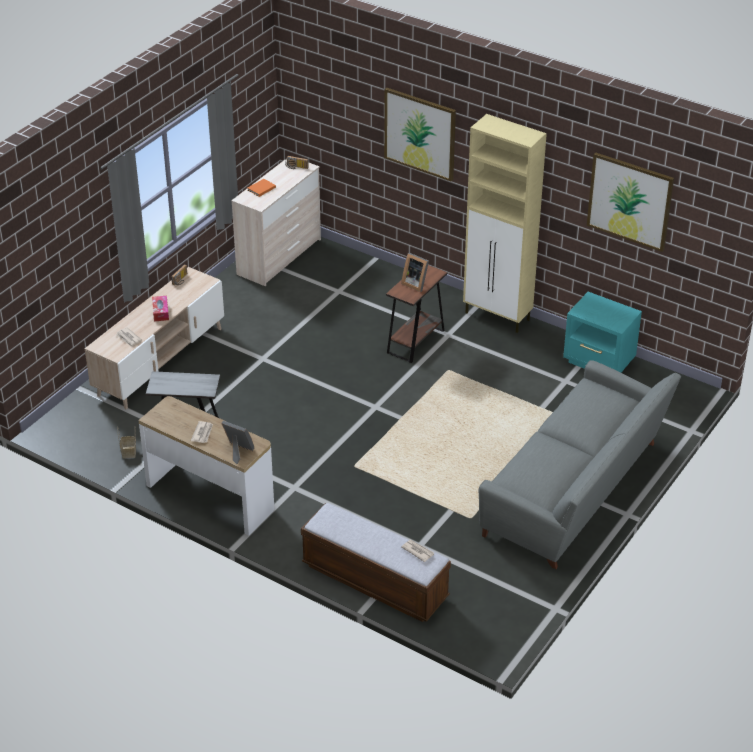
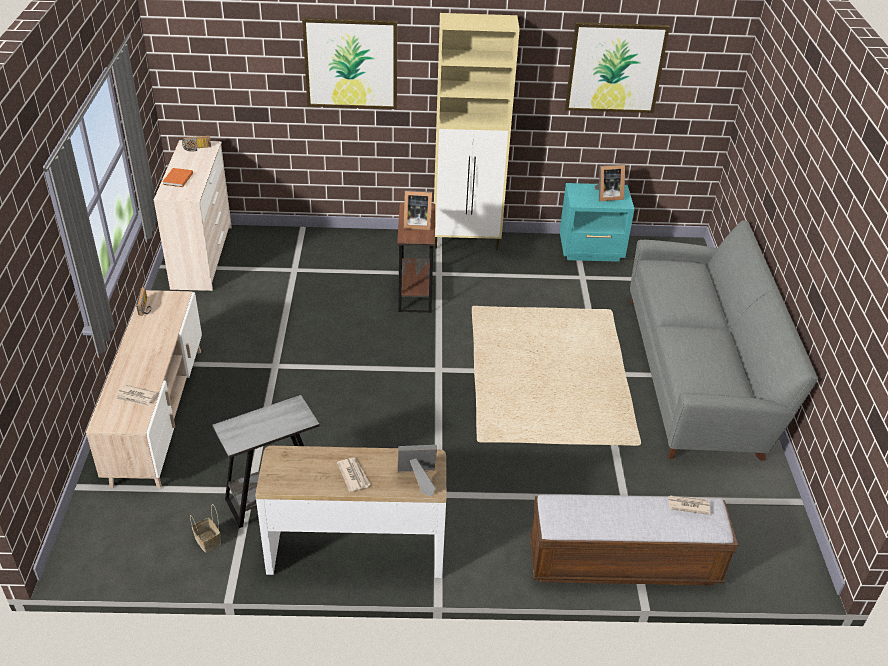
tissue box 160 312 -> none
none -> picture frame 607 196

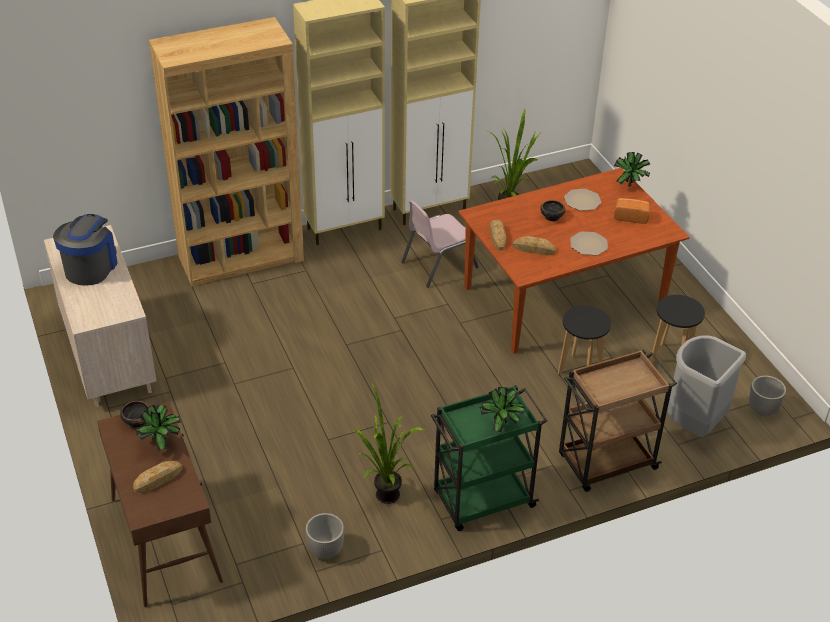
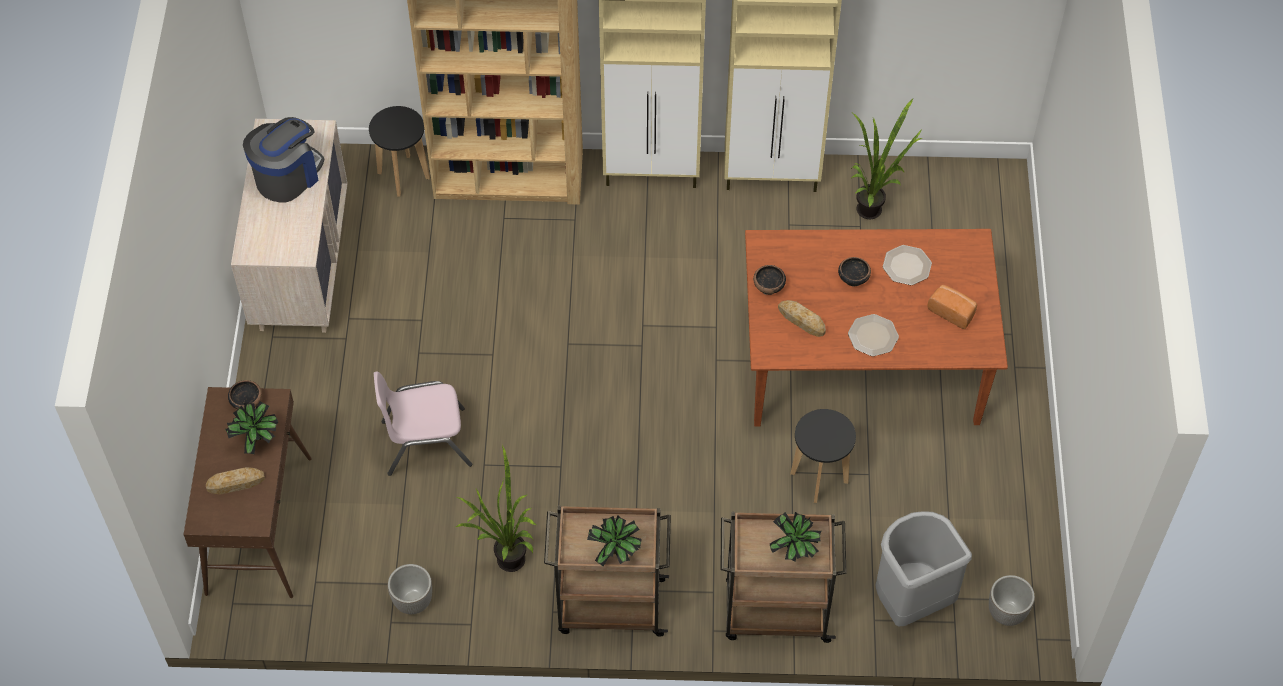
pink chair 438 264 -> pink chair 425 442, relocated
green cart 482 500 -> brown cart 609 606
bread 497 237 -> bowl 769 286
potted plant 630 187 -> potted plant 794 553, relocated
black stool 670 359 -> black stool 403 176, relocated

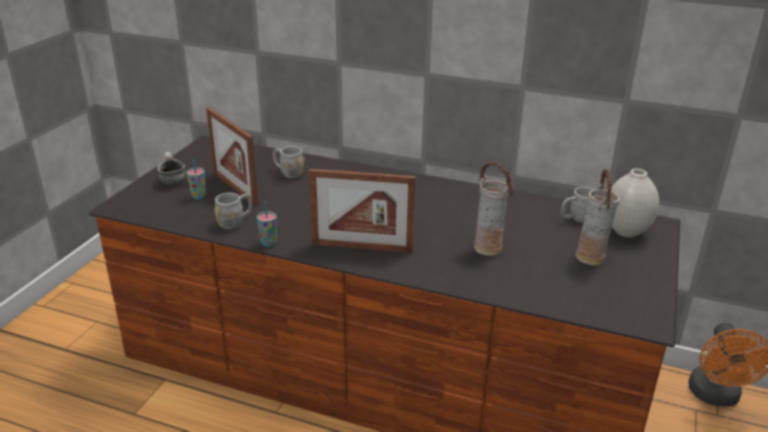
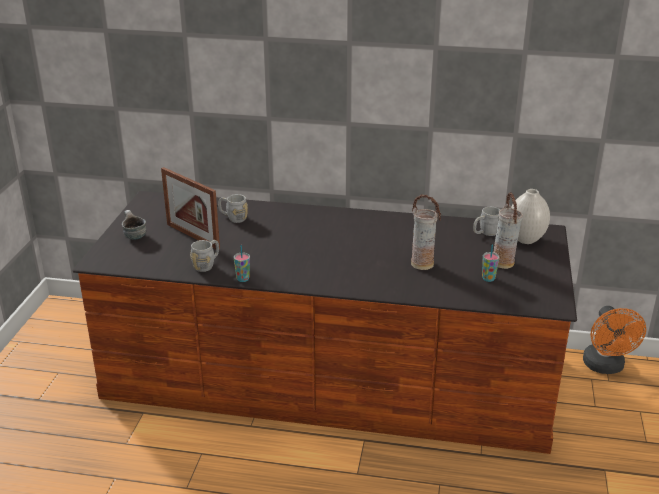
cup 198 196 -> cup 488 279, relocated
picture frame 362 247 -> none

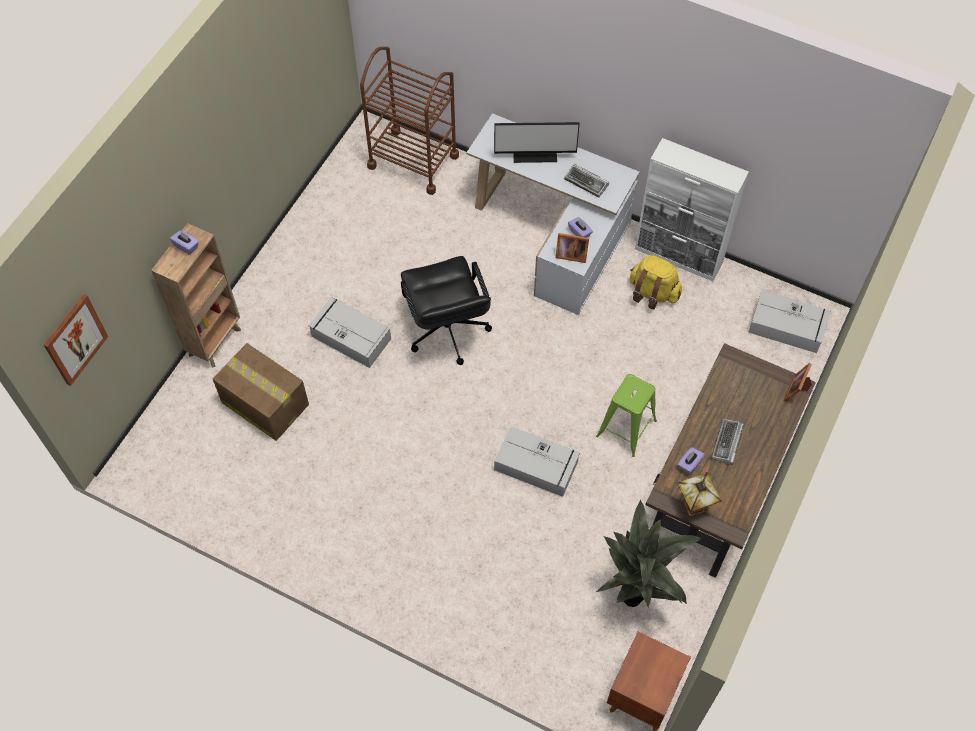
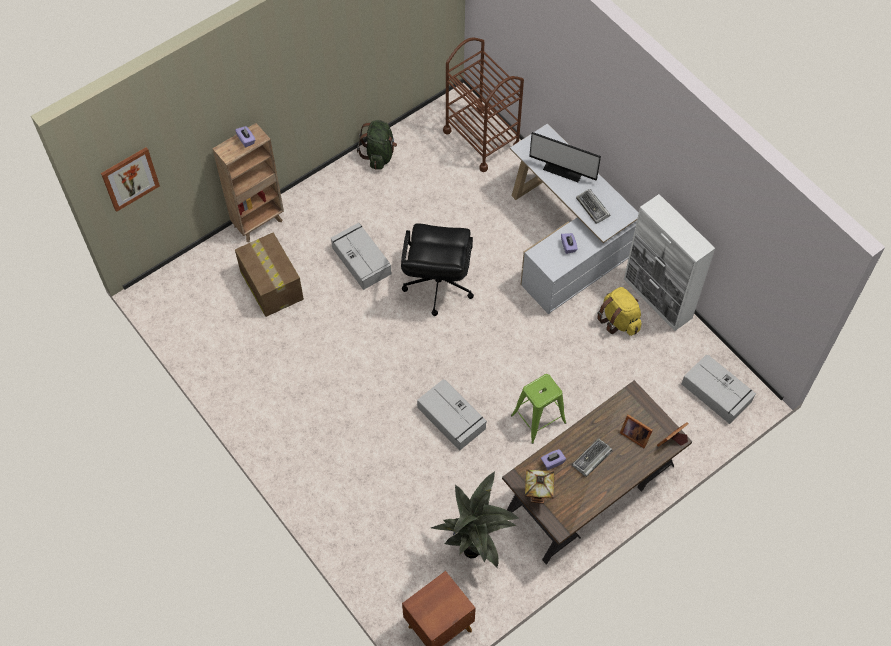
picture frame 570 254 -> picture frame 634 434, relocated
none -> green backpack 379 155

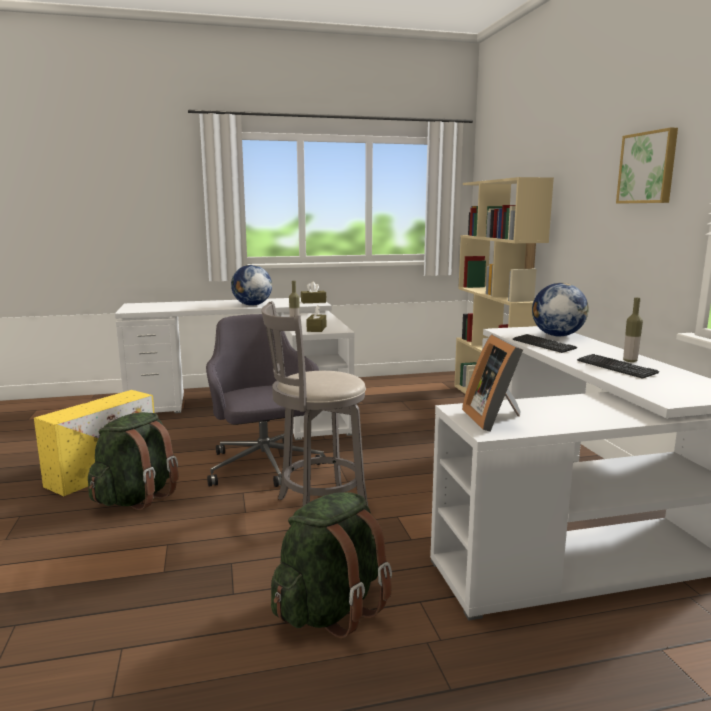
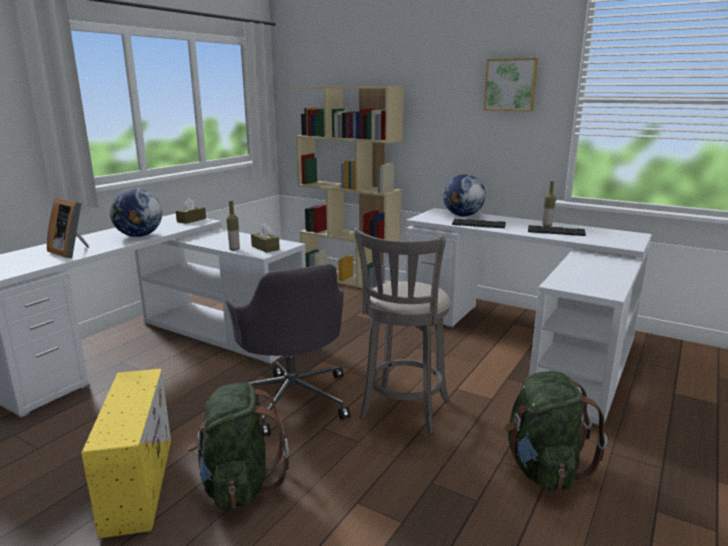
grey office chair 264 466 -> grey office chair 292 399, 135 degrees counterclockwise
picture frame 494 419 -> picture frame 72 252, relocated

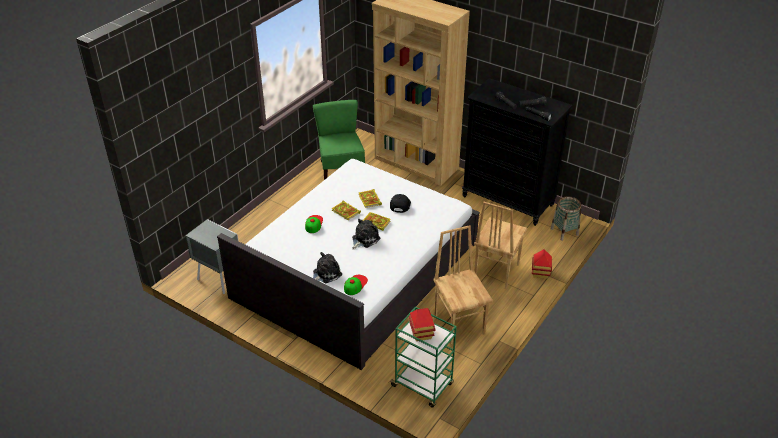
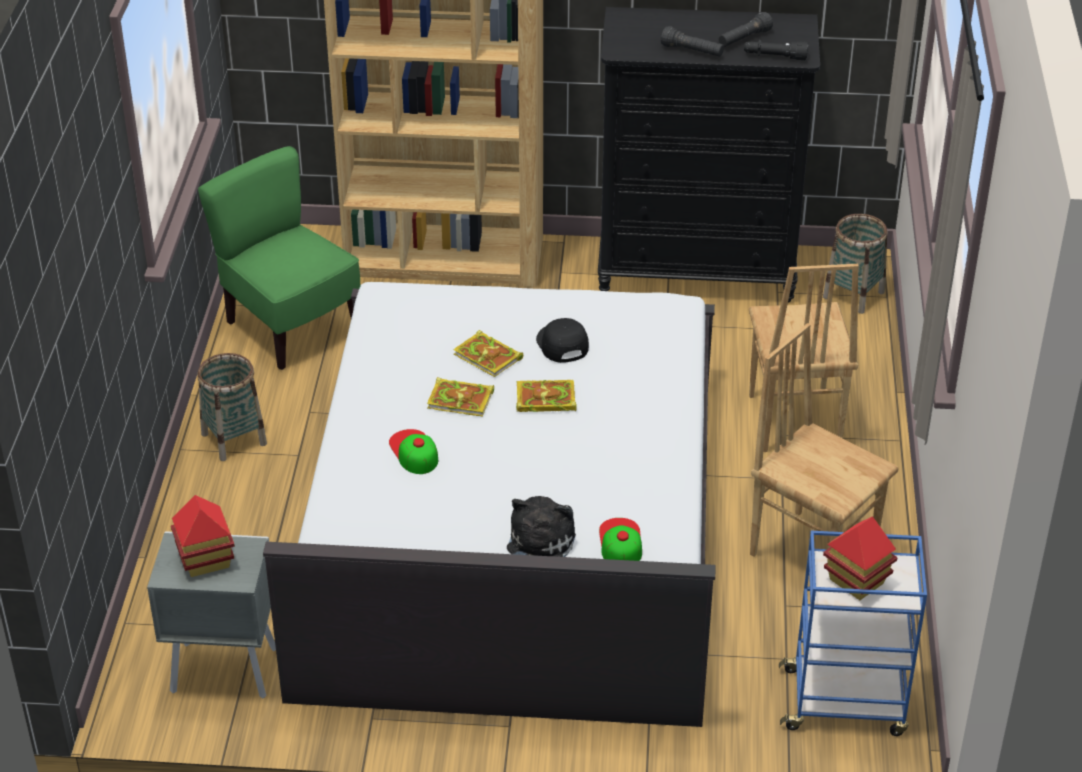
plush toy 364 239 -> none
green cart 423 385 -> blue cart 846 702
toy house 540 273 -> toy house 206 561, relocated
none -> basket 233 439

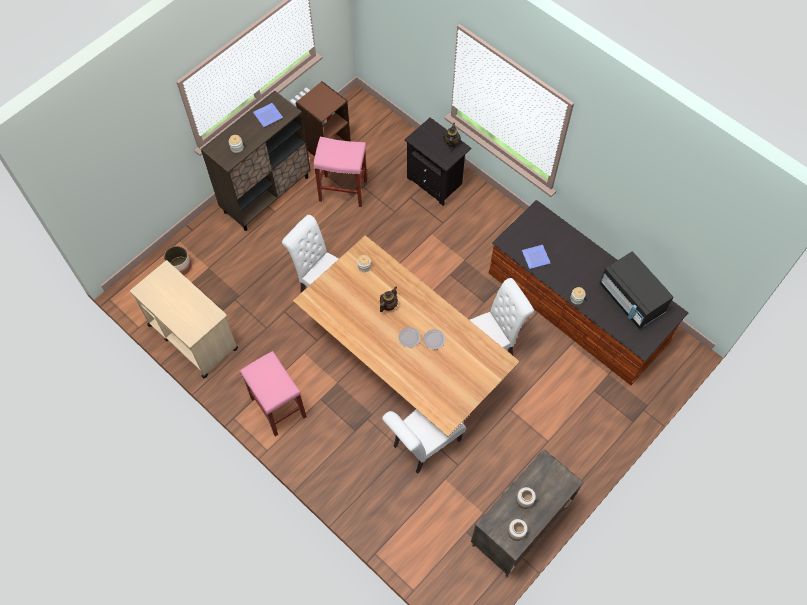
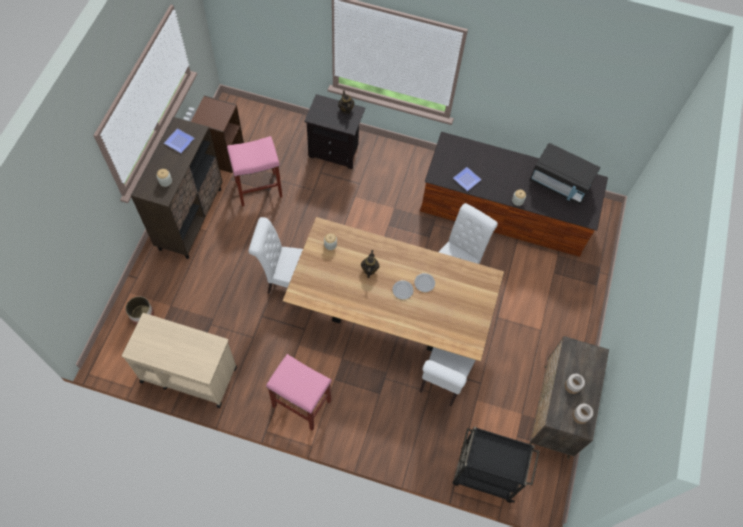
none -> black cart 483 475

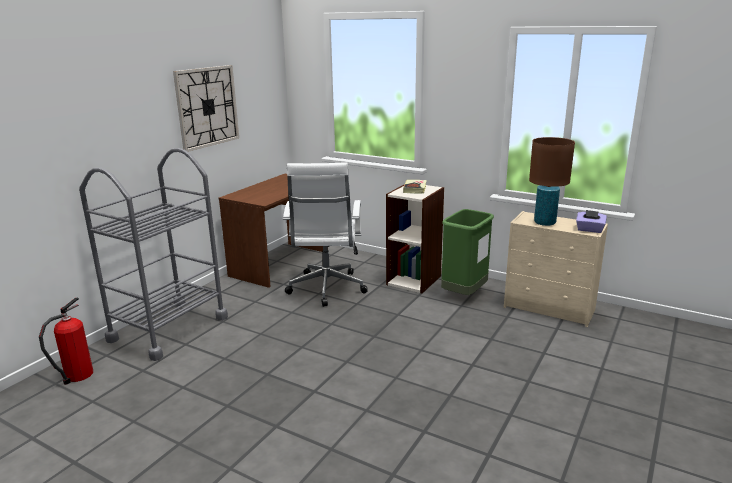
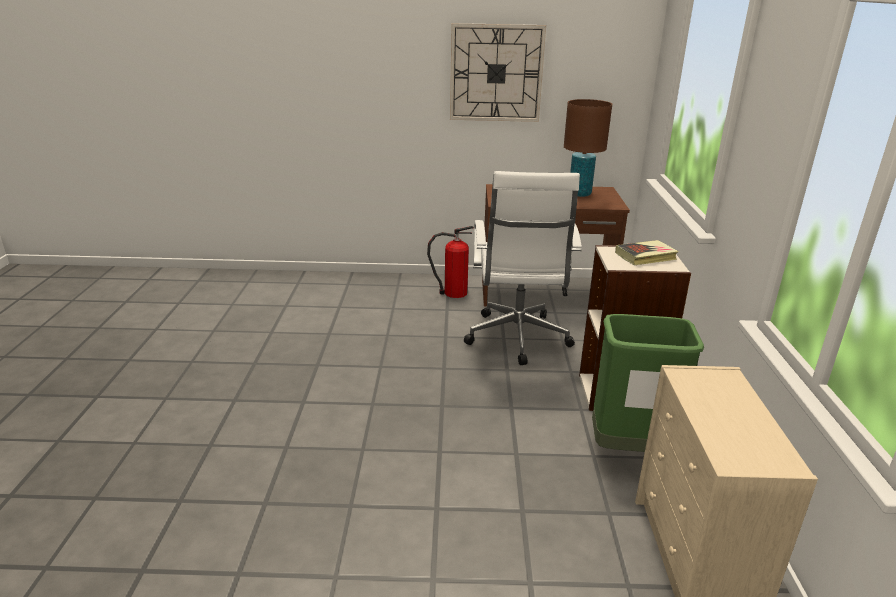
fire extinguisher 77 376 -> fire extinguisher 453 293, relocated
grey cart 168 329 -> none
white office chair 326 289 -> white office chair 517 340, 60 degrees counterclockwise
brown table lamp 545 223 -> brown table lamp 579 194, relocated
purple tissue box 589 230 -> none

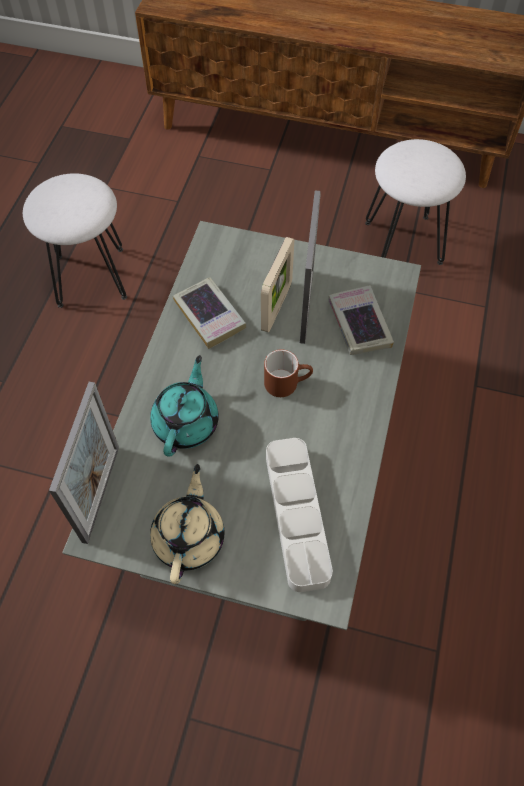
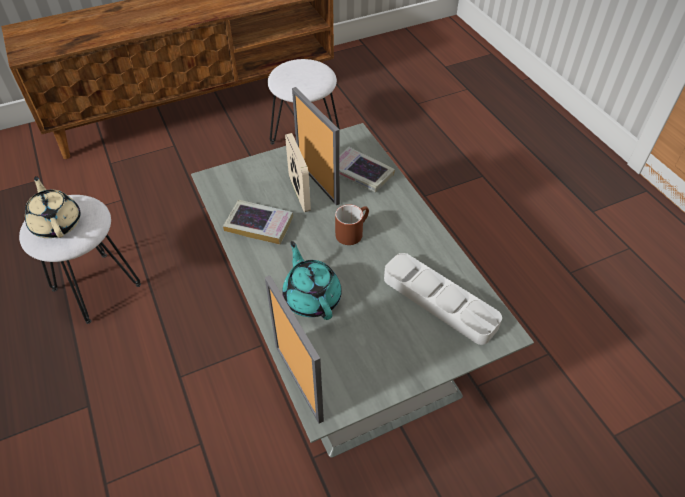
beige teapot 189 537 -> beige teapot 57 223, relocated

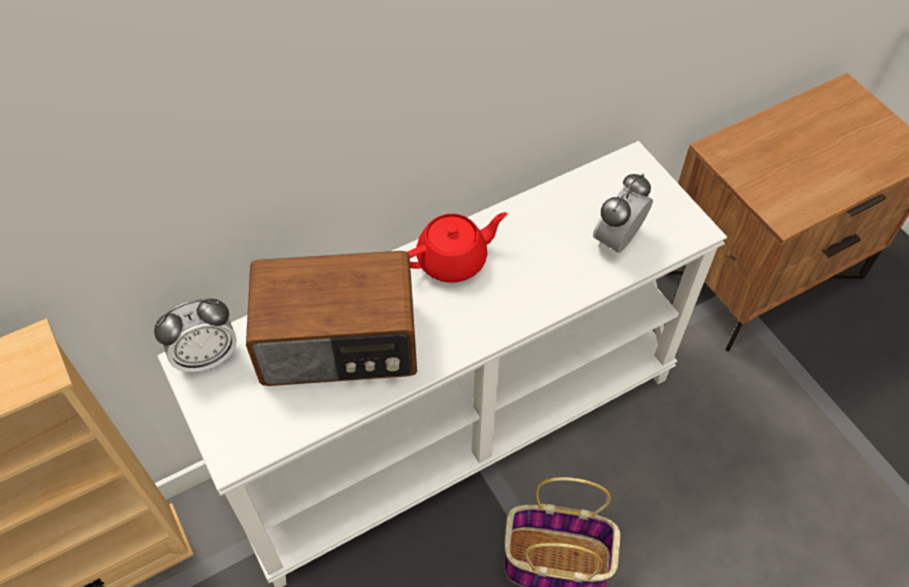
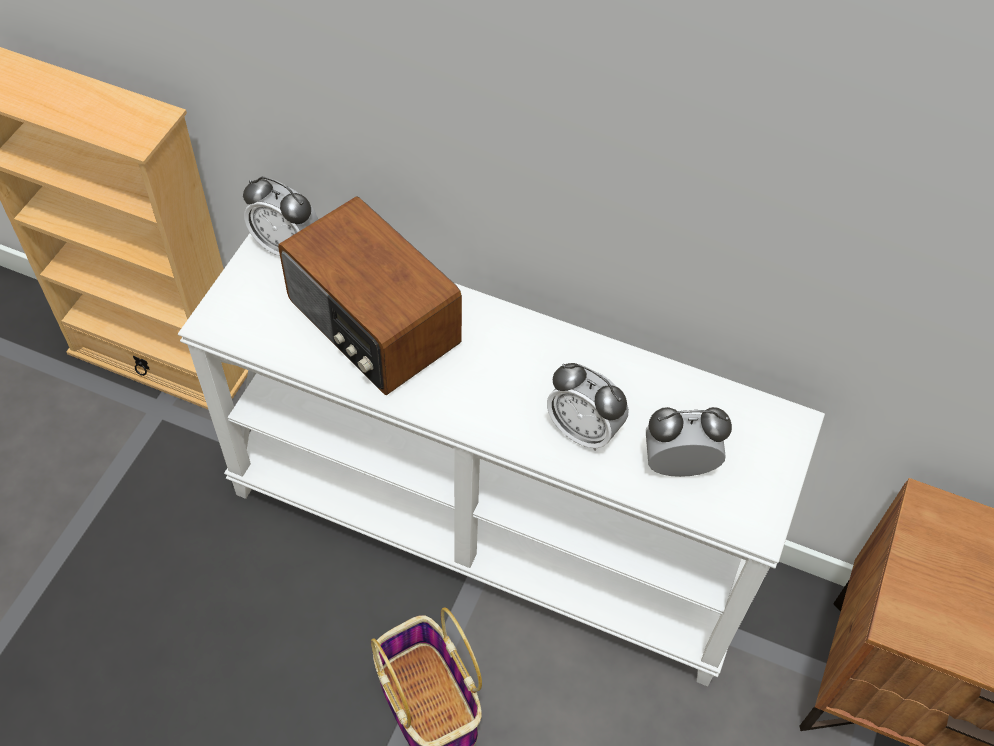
red teapot 453 260 -> none
none -> alarm clock 583 430

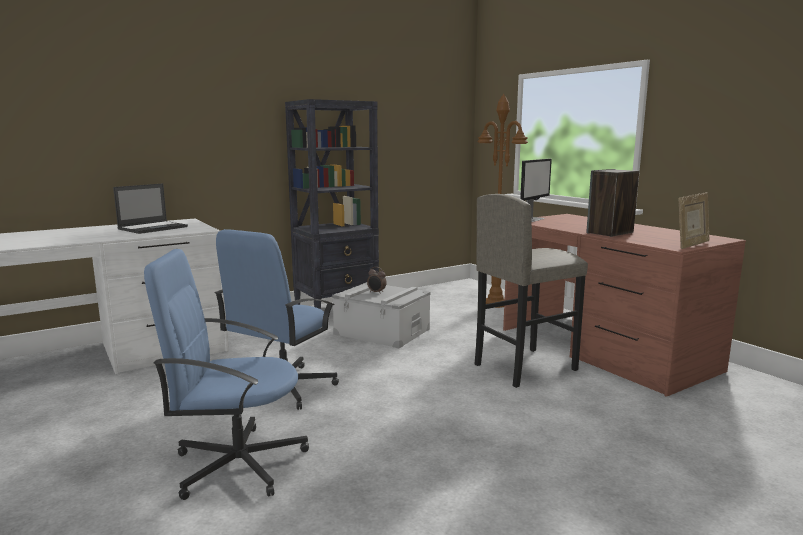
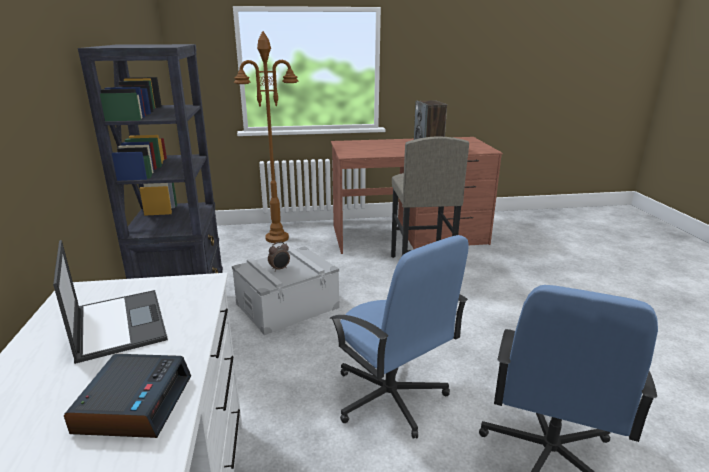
monitor 532 219 -> none
picture frame 691 245 -> none
none -> alarm clock 134 404

